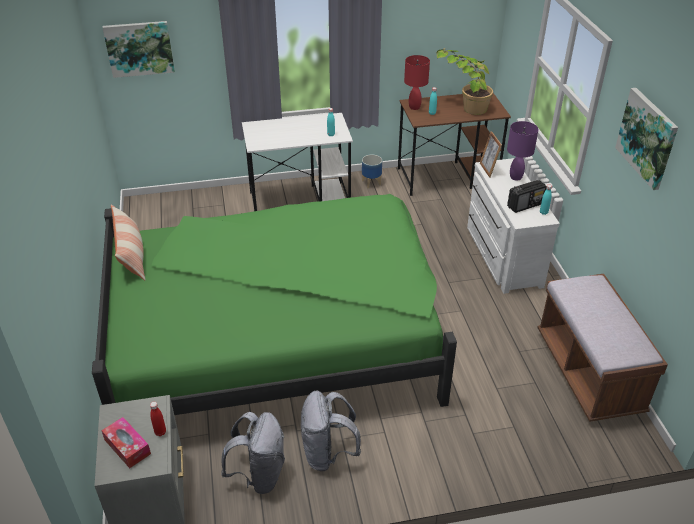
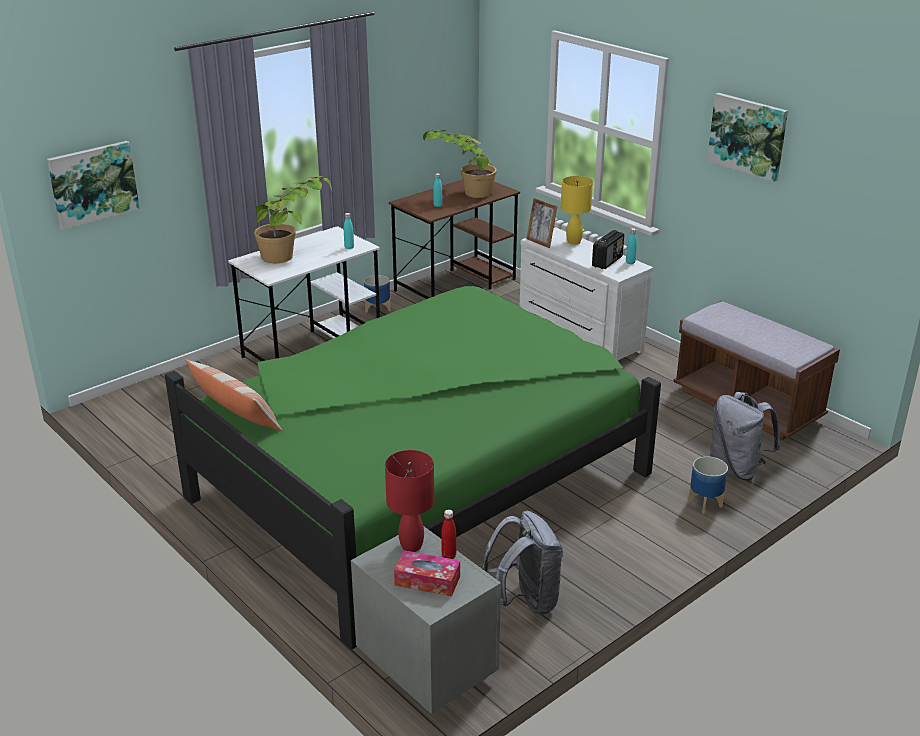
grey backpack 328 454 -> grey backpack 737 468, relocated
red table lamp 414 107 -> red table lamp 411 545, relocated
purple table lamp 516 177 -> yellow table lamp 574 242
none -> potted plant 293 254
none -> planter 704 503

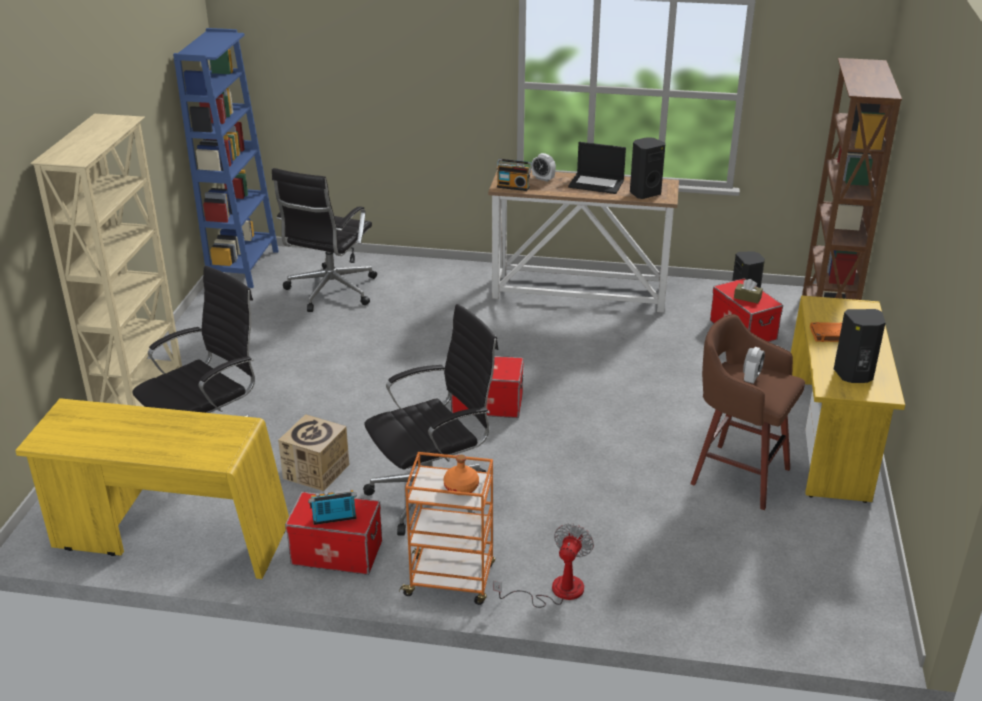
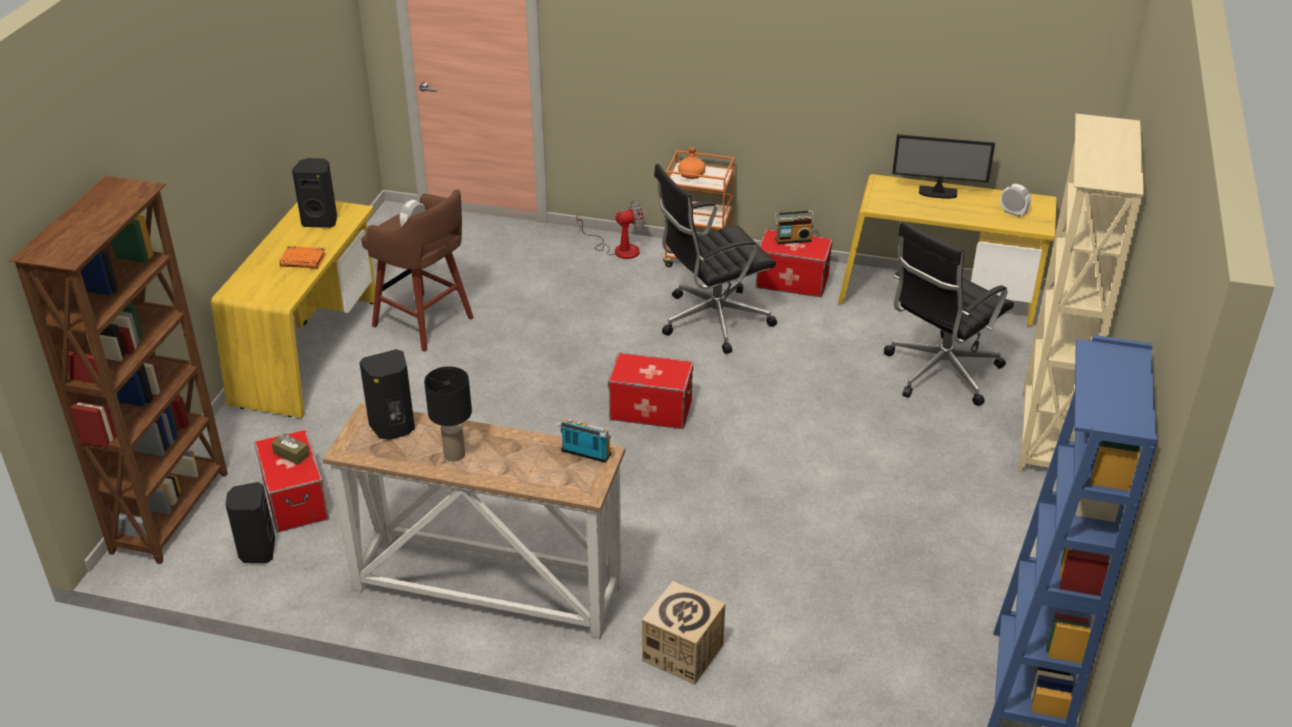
black office chair 330 291 -> none
cardboard box 316 471 -> cardboard box 682 652, relocated
fan 555 591 -> fan 618 249, 135 degrees counterclockwise
alarm clock 543 178 -> alarm clock 1013 213, relocated
laptop 597 183 -> black table lamp 453 454
none -> monitor 937 193

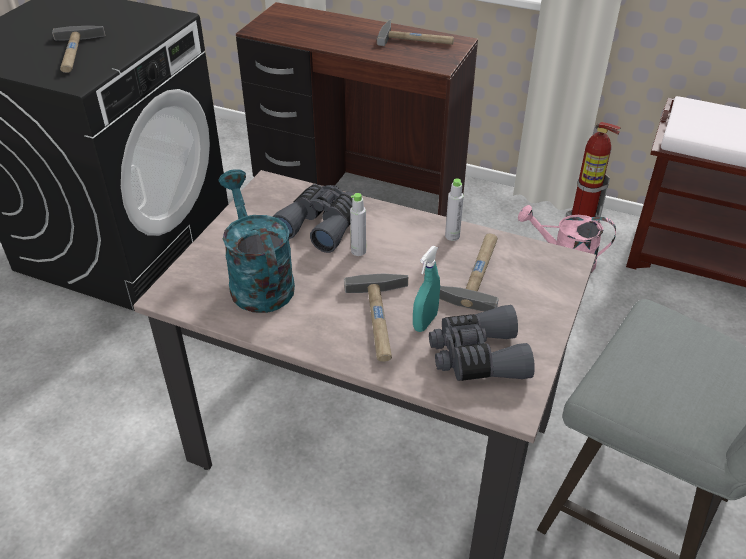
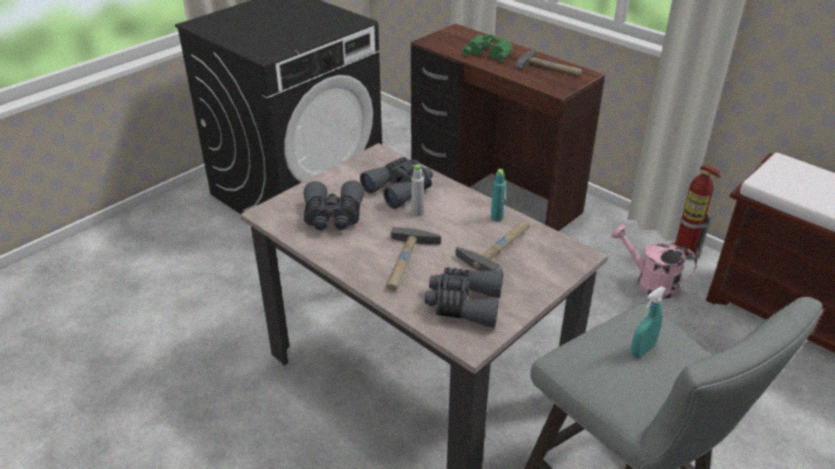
hammer 75 53 -> none
turquoise watering can 258 280 -> grey binoculars 333 216
turquoise spray bottle 425 322 -> turquoise spray bottle 642 350, relocated
grey bottle 452 236 -> turquoise bottle 496 217
none -> green binoculars 489 52

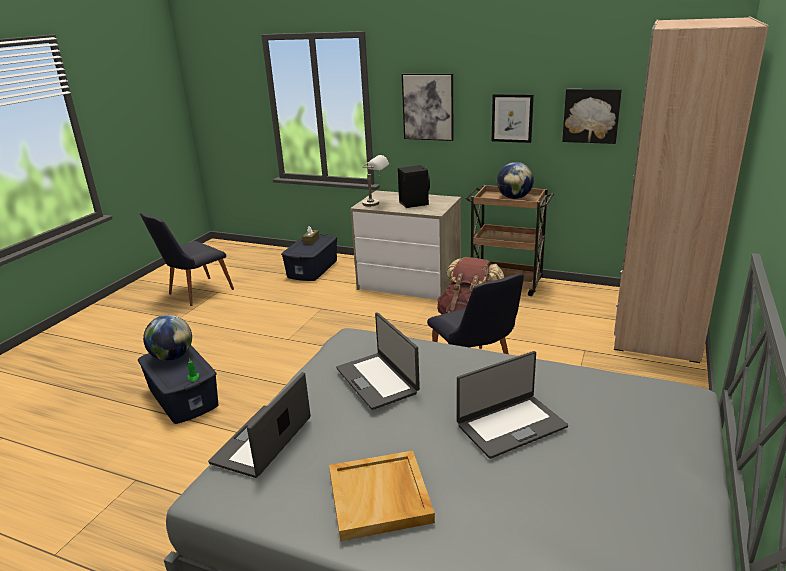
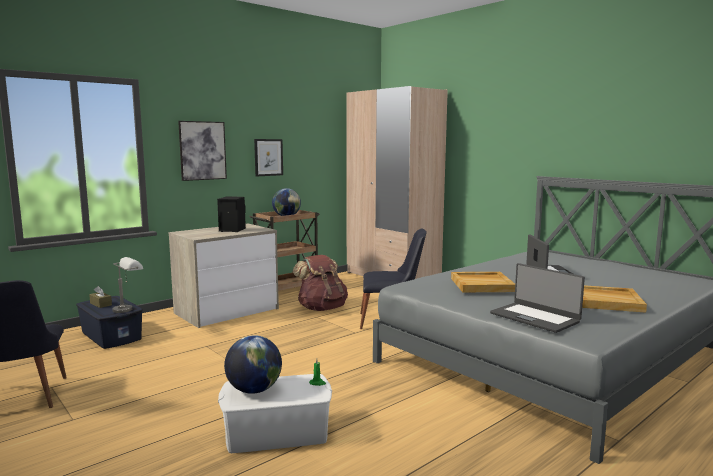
blue storage box 183 397 -> white storage box 276 433
laptop 377 380 -> beige tray 482 284
grey table lamp 376 204 -> grey table lamp 129 308, relocated
picture 591 115 -> none

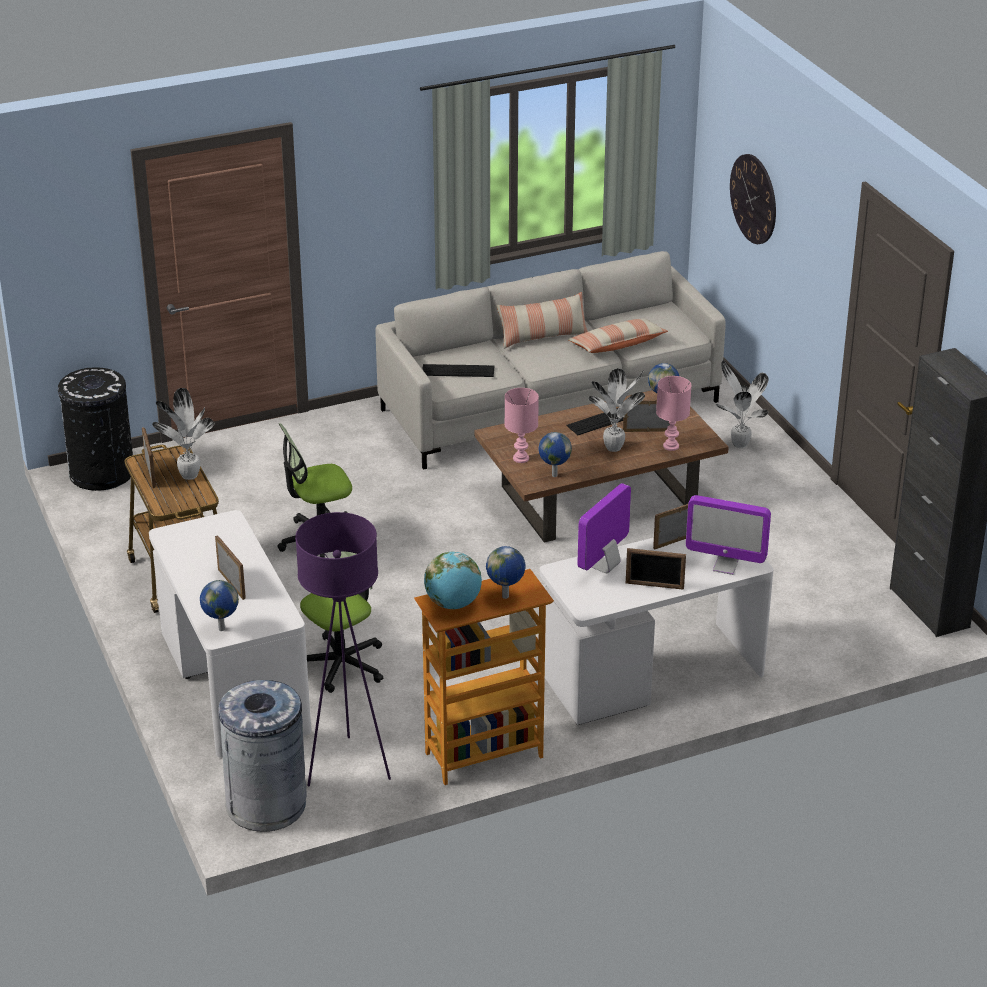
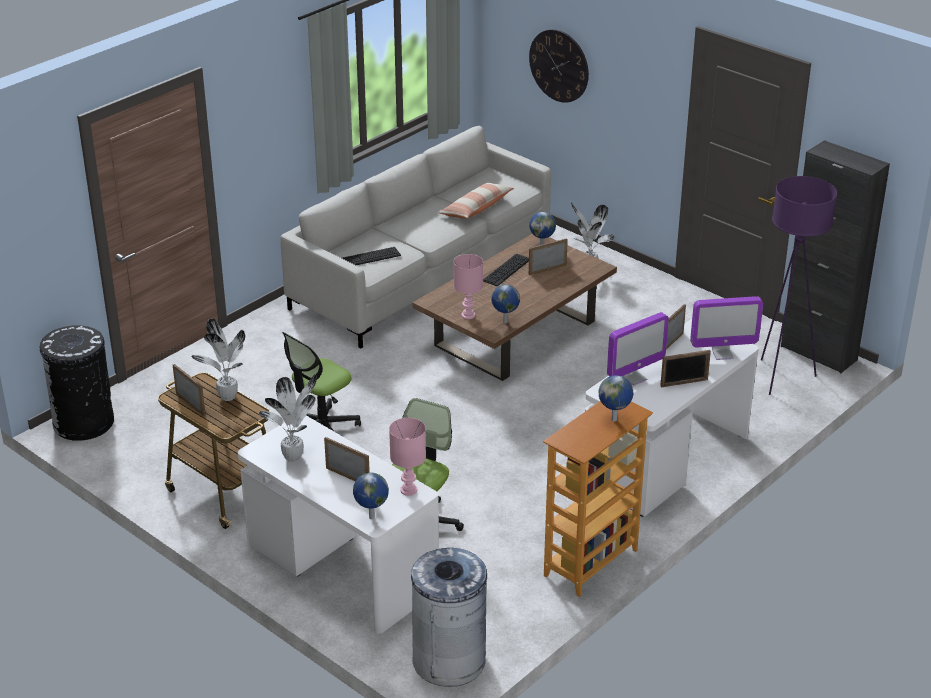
purple floor lamp 347 767 -> purple floor lamp 781 377, relocated
globe 453 604 -> none
pillow 543 337 -> none
monitor 604 566 -> monitor 634 378, 135 degrees counterclockwise
potted plant 615 448 -> potted plant 295 457, relocated
pink table lamp 671 446 -> pink table lamp 409 490, relocated

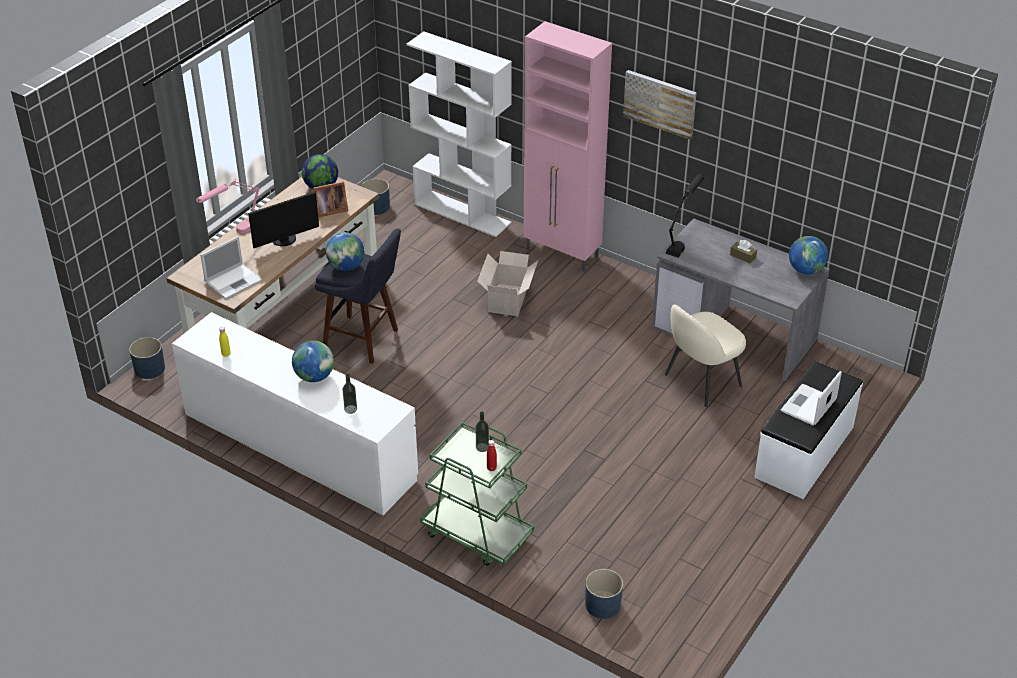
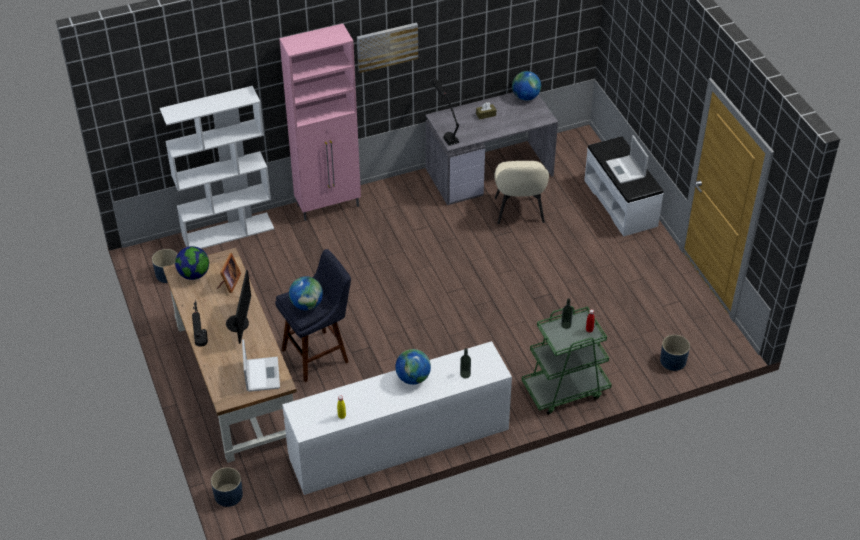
pink table lamp 234 234 -> black table lamp 202 349
cardboard box 508 299 -> none

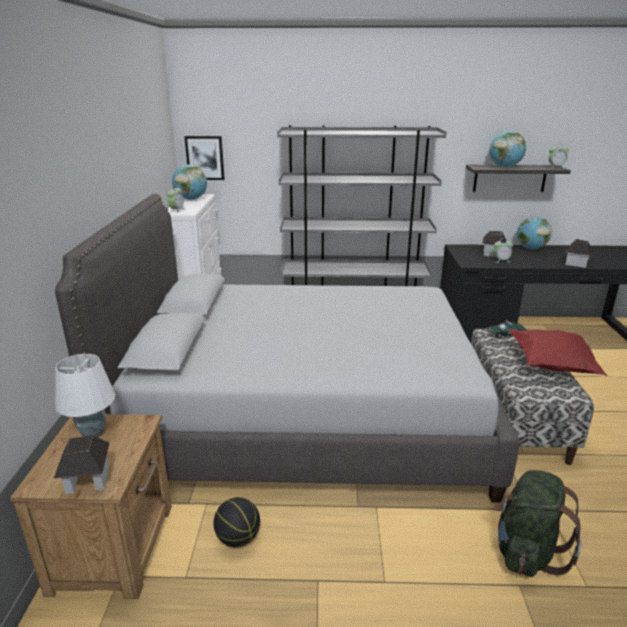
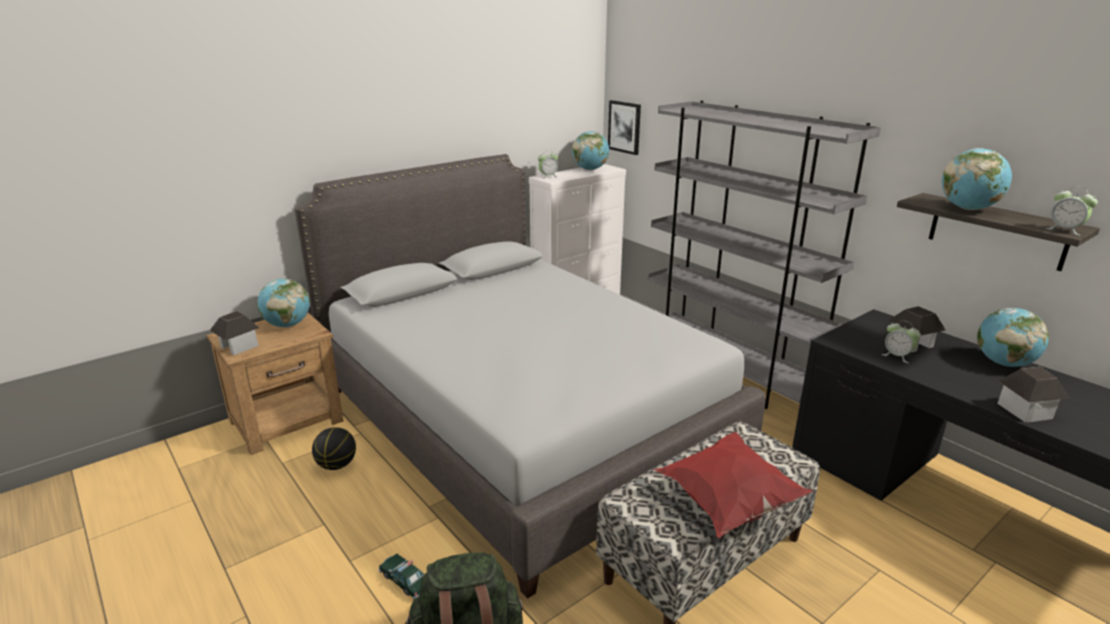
white table lamp 92 434 -> globe 287 325
toy car 506 334 -> toy car 406 581, relocated

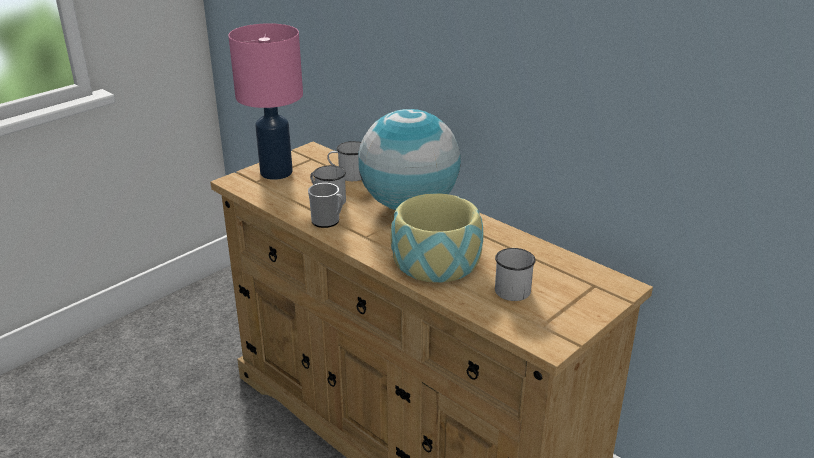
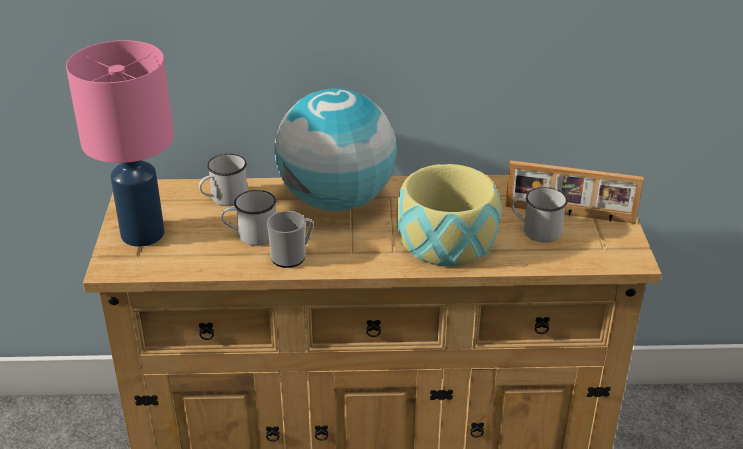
none -> picture frame 569 214

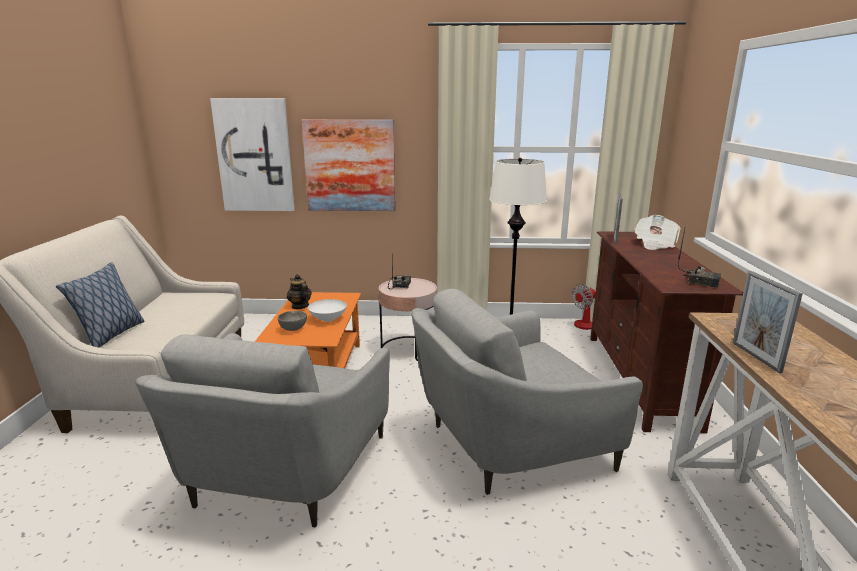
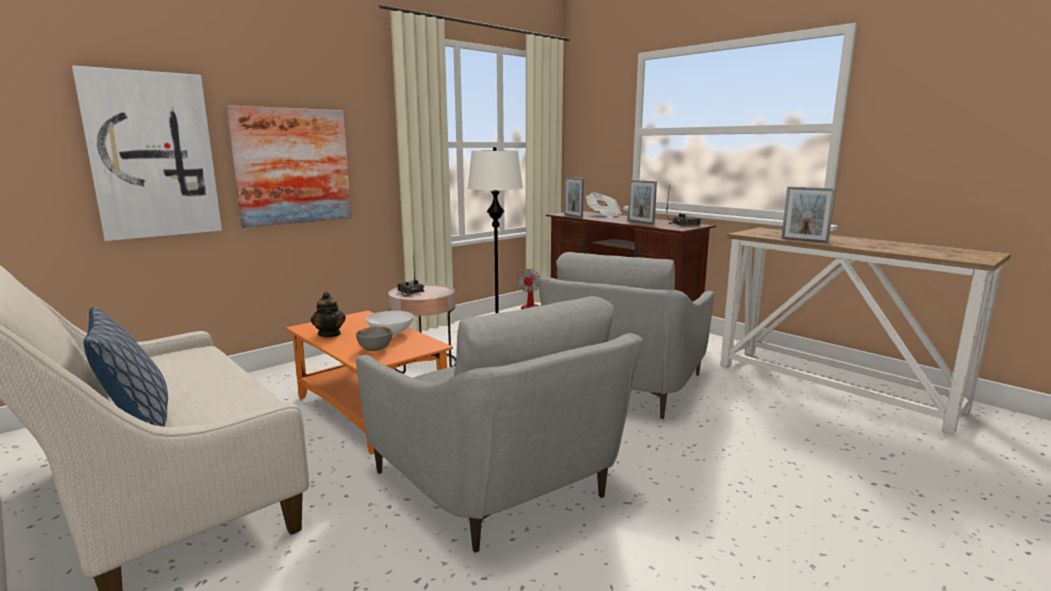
teapot 300 306 -> teapot 330 334, 120 degrees counterclockwise
none -> picture frame 640 222

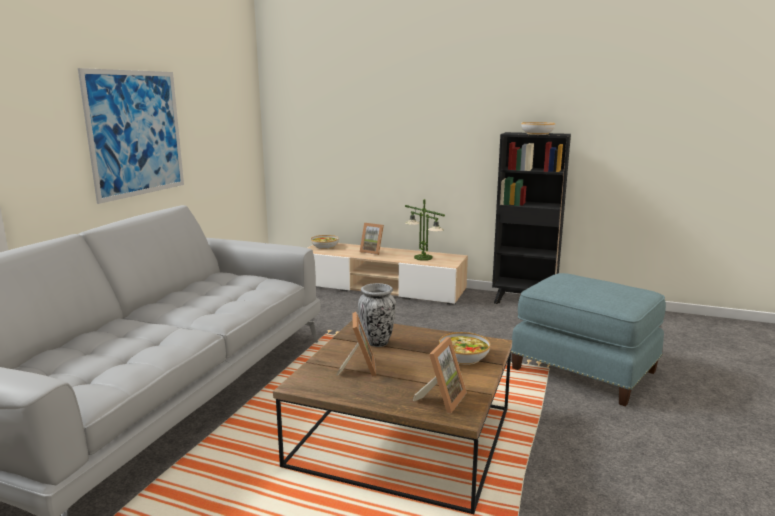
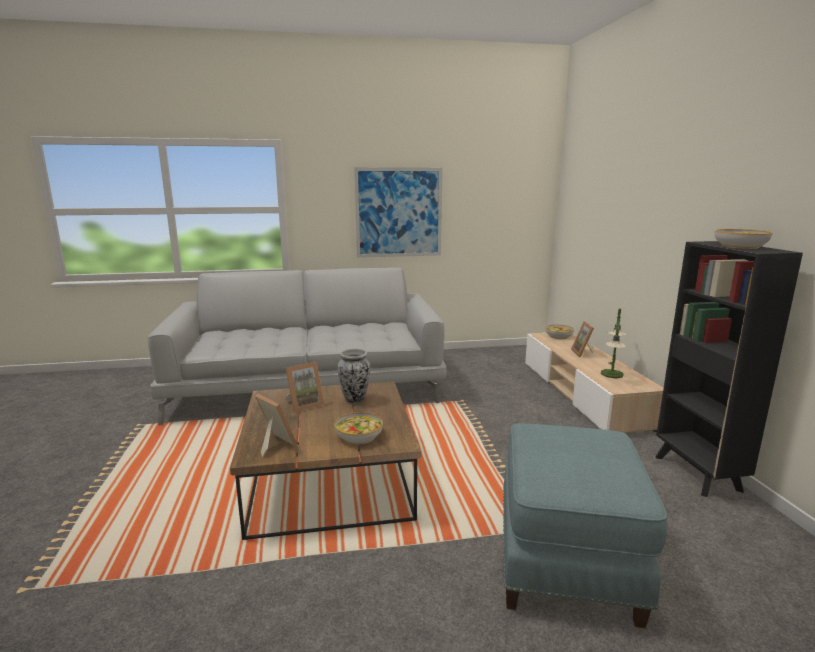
picture frame 442 399 -> picture frame 273 444, 135 degrees counterclockwise

